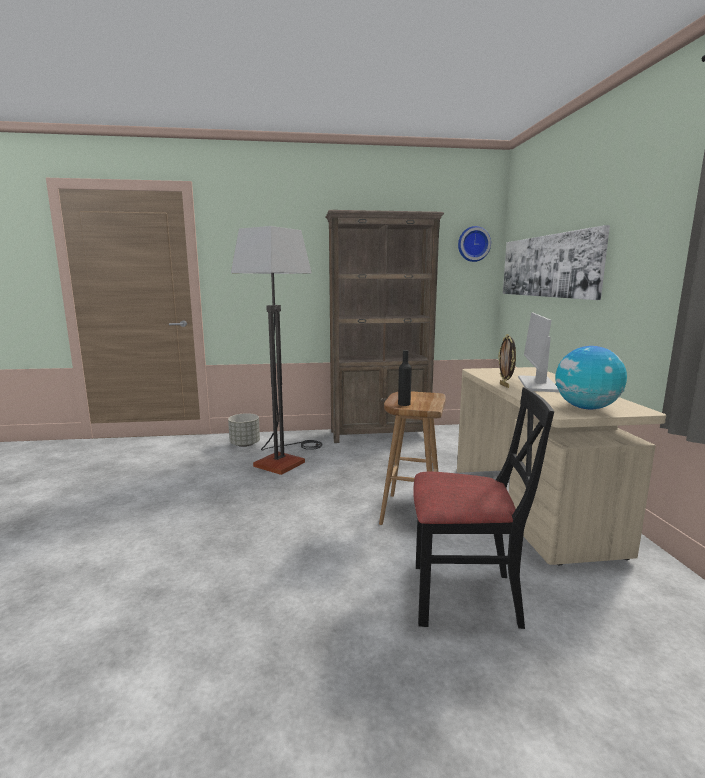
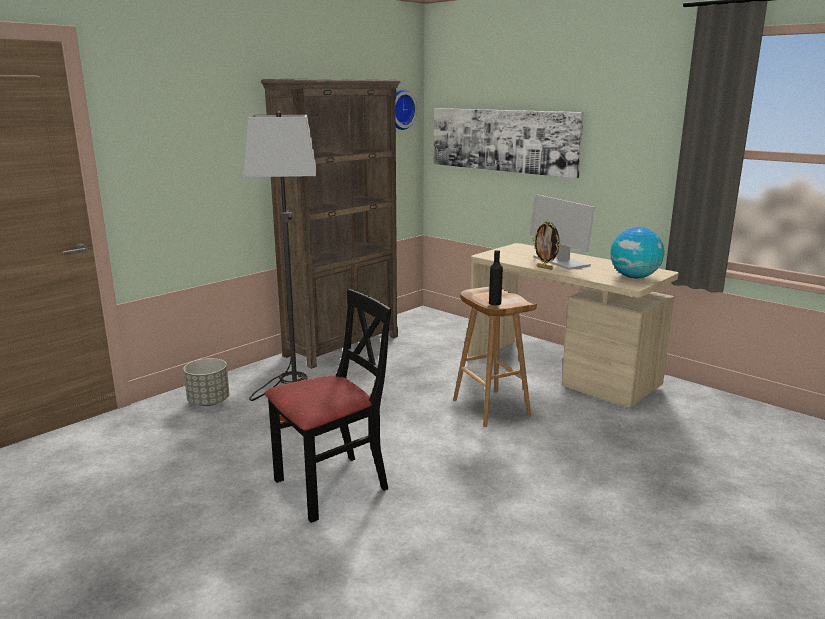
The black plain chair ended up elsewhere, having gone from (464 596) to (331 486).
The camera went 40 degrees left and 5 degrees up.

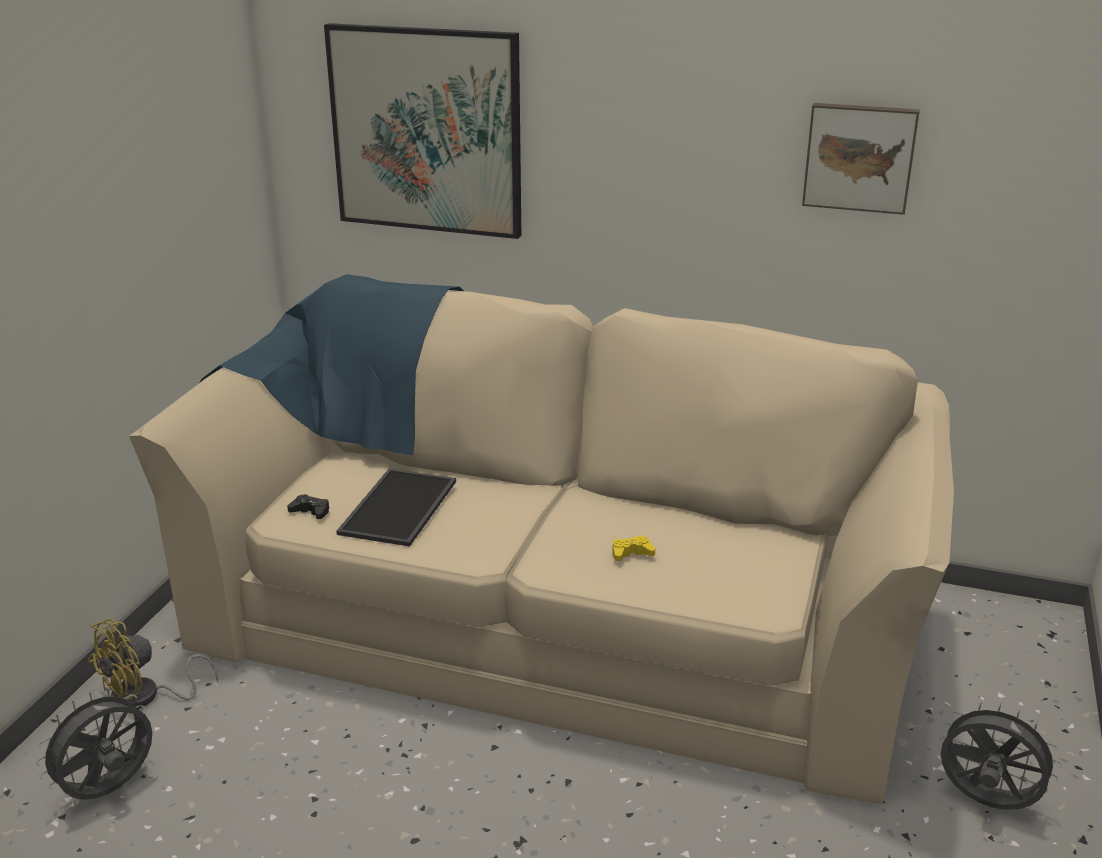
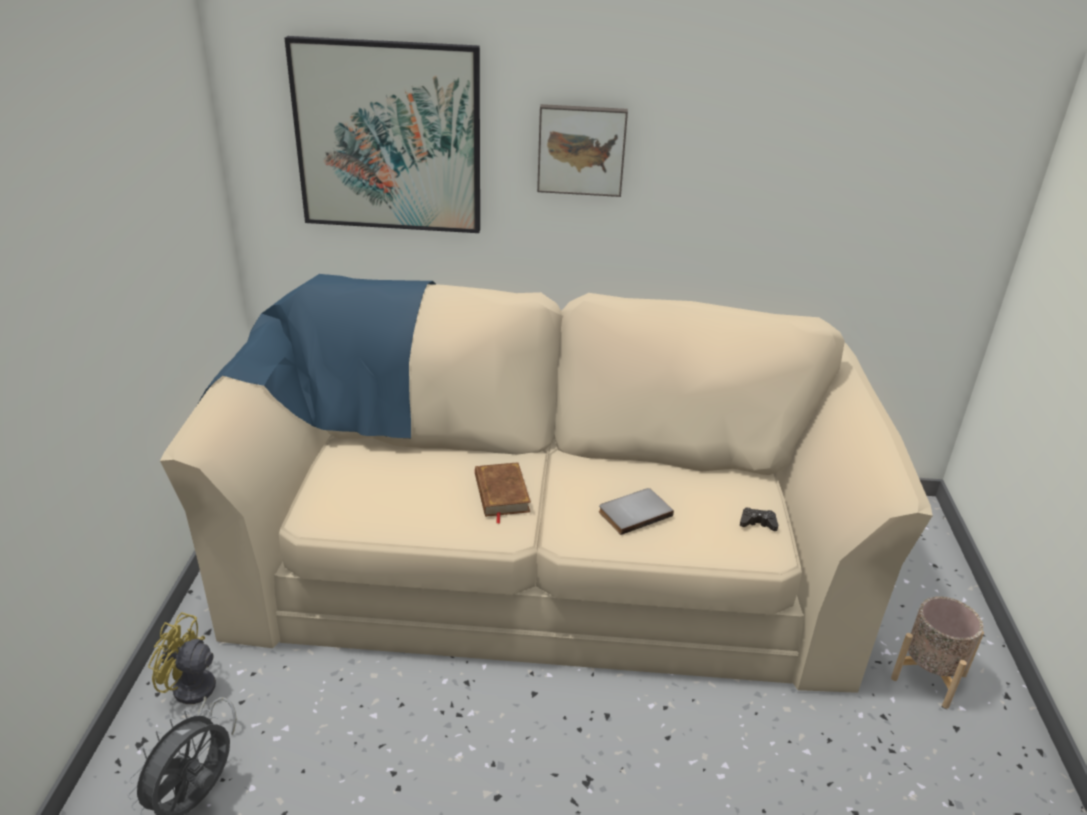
The second view lost the serving tray at (400 508).
The second view gained the brown volume at (501 494).
The black gamepad ended up elsewhere, having gone from (310 511) to (757 523).
The wall art ended up elsewhere, having gone from (859 157) to (581 149).
Where the yellow gamepad stood at (631 553), the grey volume came to stand at (633 512).
Where the grey cooling fan stood at (985 803), the sand-coloured flower pot came to stand at (929 677).
The yellow cooling fan at (145 697) ended up facing another way, 75 degrees clockwise from before.
The camera went 15 degrees left and 5 degrees up.

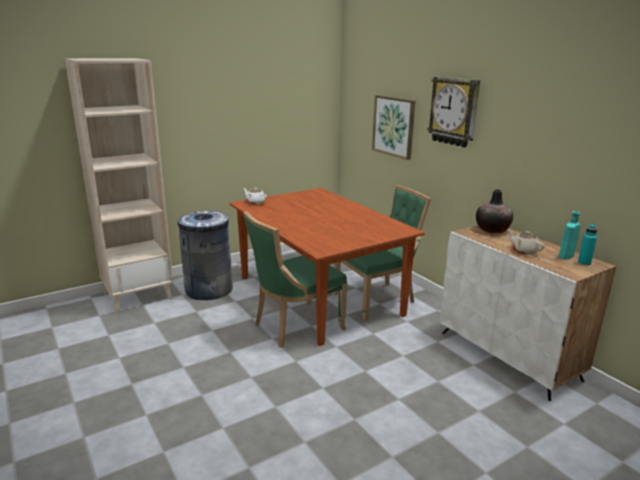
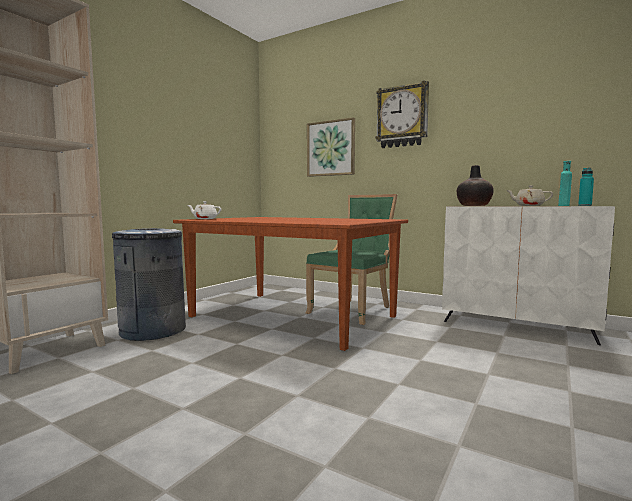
The second view lost the green-coloured plain chair at (294 326).
The camera went 25 degrees left and 15 degrees down.

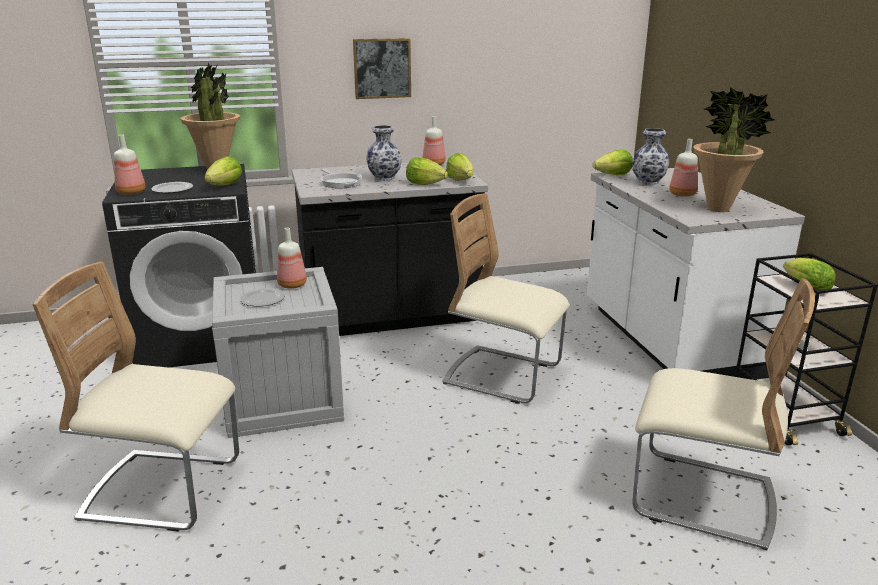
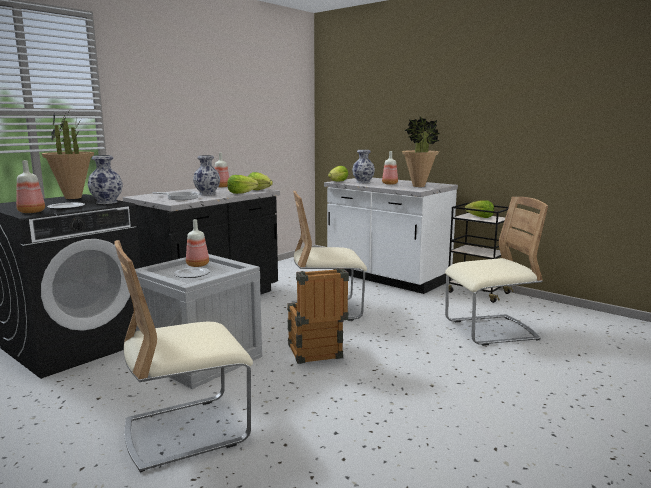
The second view lost the wall art at (382 68).
The second view gained the crate at (316 355).
Where the lettuce stood at (225 186), the vase came to stand at (107 202).
The camera went 35 degrees left and 10 degrees down.

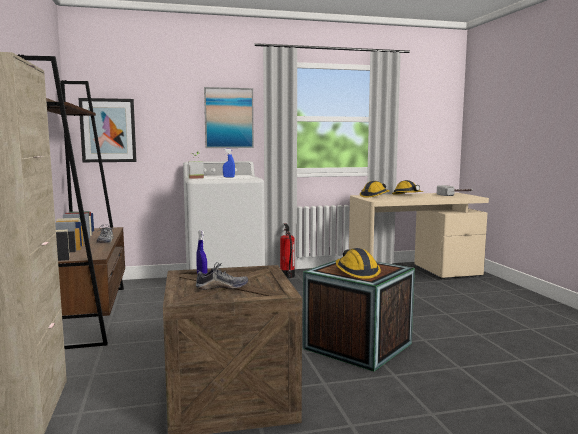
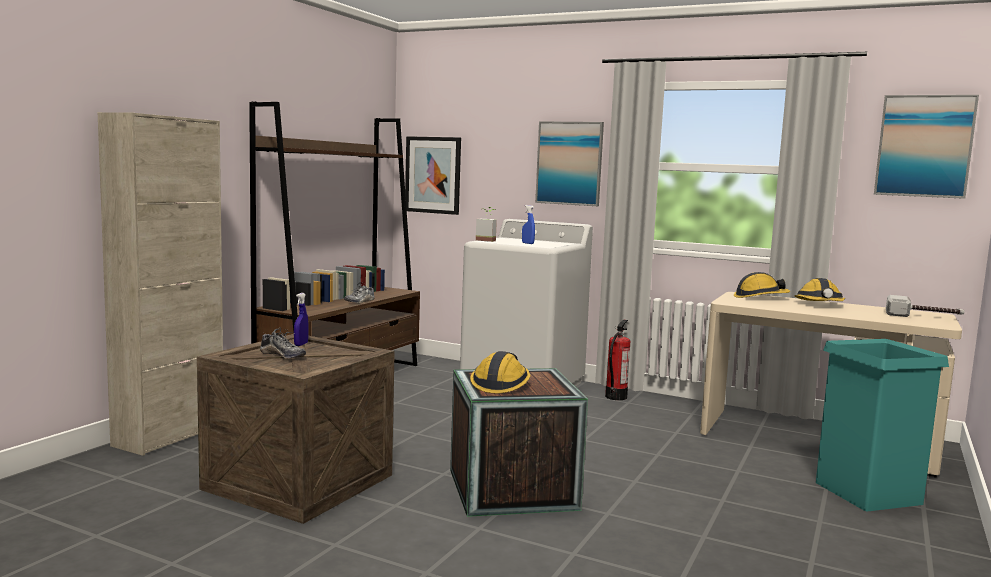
The second view gained the turquoise-coloured waste bin at (868 493).
The second view gained the wall art at (924 146).
The camera went 40 degrees right and 0 degrees up.

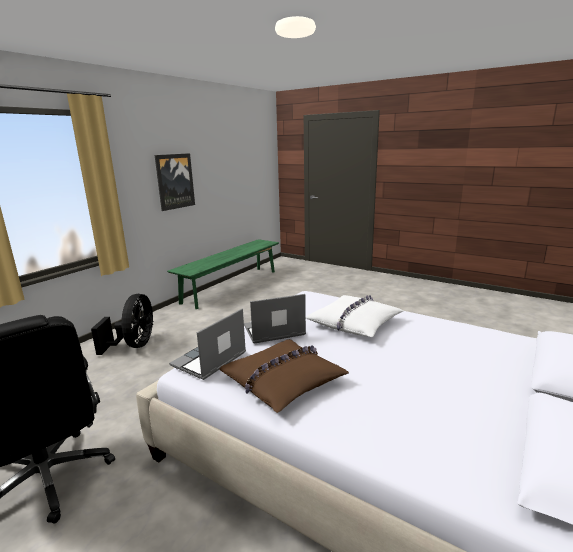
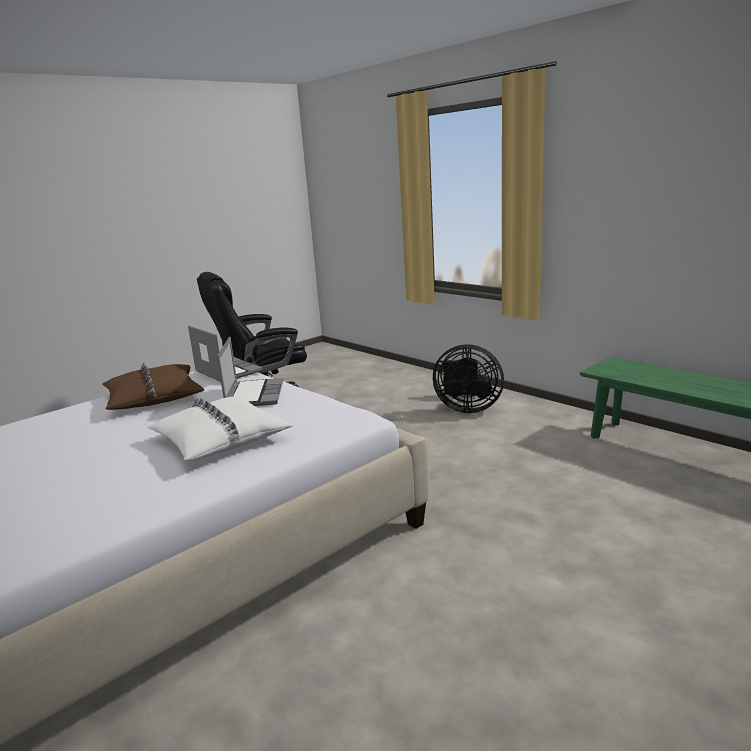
The second view lost the wall art at (175 181).
The camera went 105 degrees right and 0 degrees up.

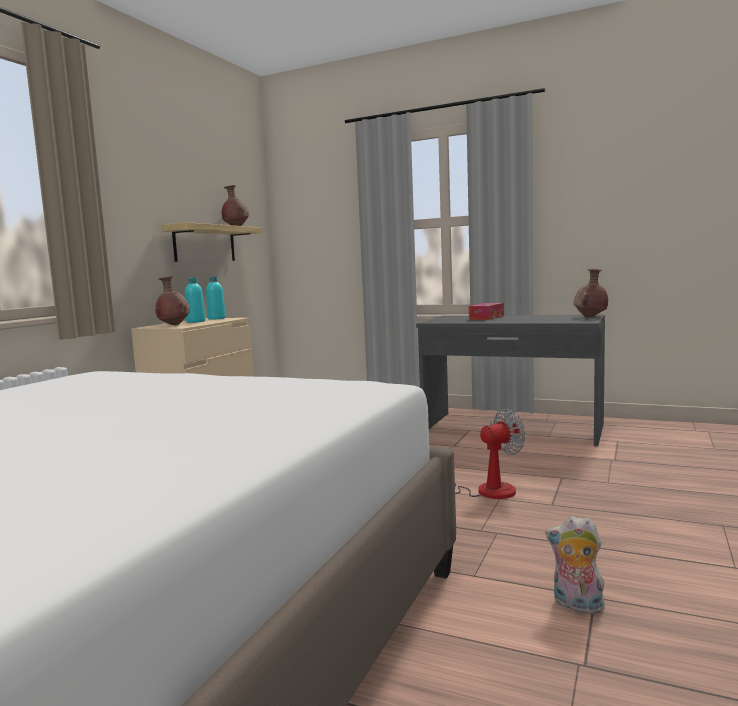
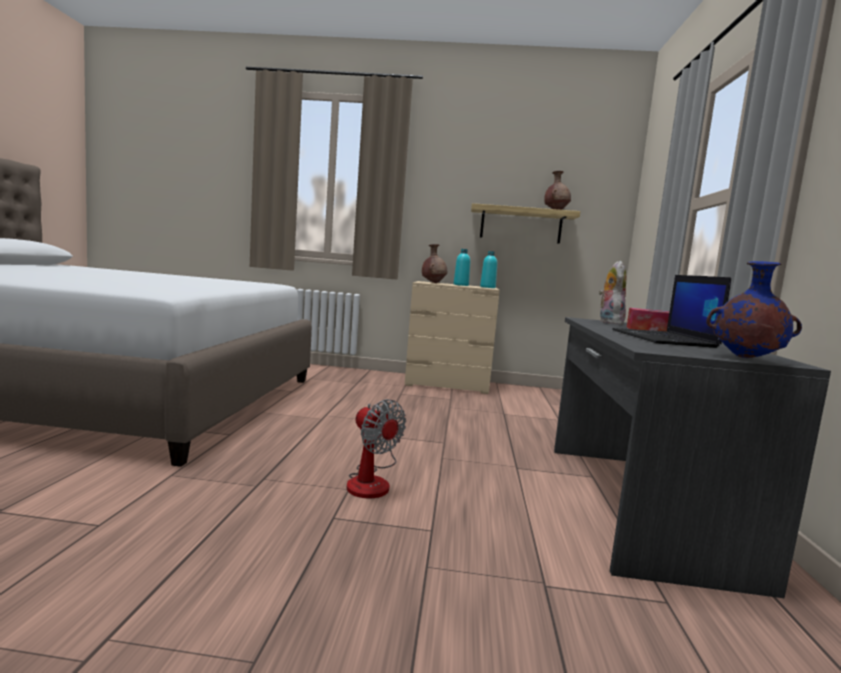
The second view gained the notebook computer at (664 339).
The soft toy ended up elsewhere, having gone from (576 605) to (608 322).
What was the brown vase at (590 317) turned into the bluish vase at (745 358).
The camera went 70 degrees right and 0 degrees up.

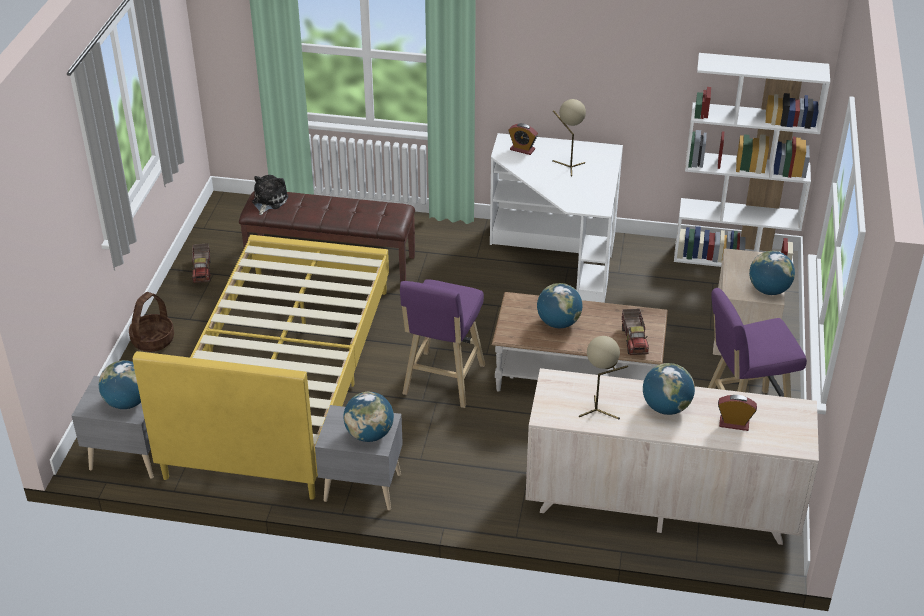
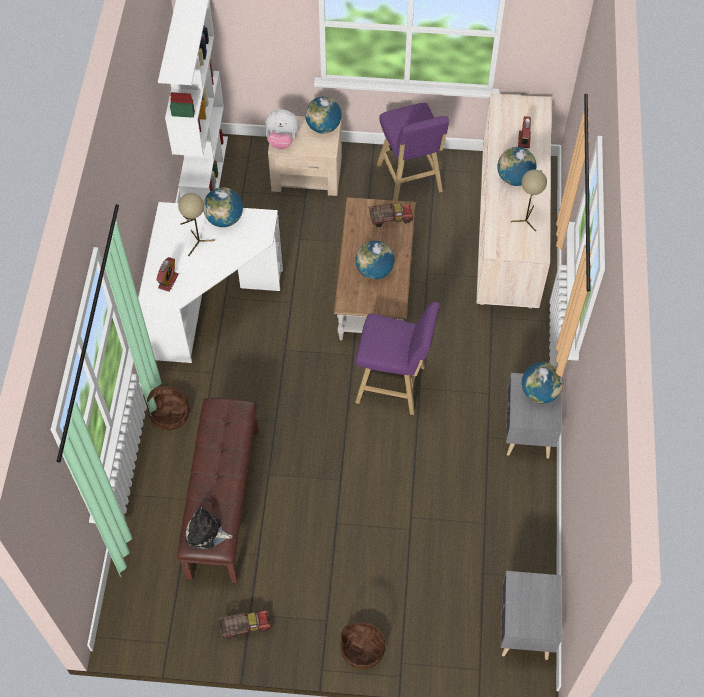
The second view lost the yellow sleeping bed at (282 378).
The second view gained the storage basket at (170 414).
The second view gained the soft toy at (282 140).
The globe ended up elsewhere, having gone from (127 402) to (224 219).
The camera went 95 degrees left and 20 degrees up.

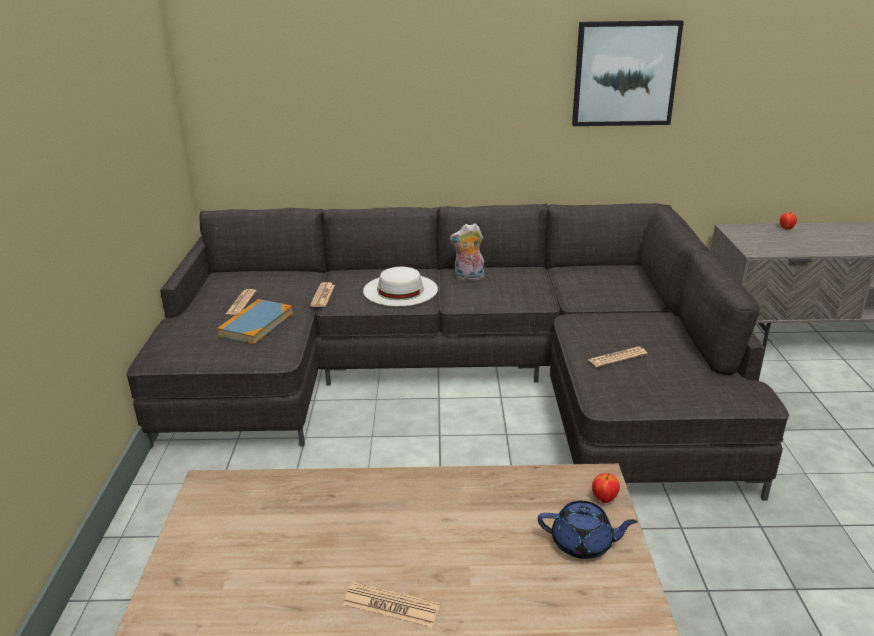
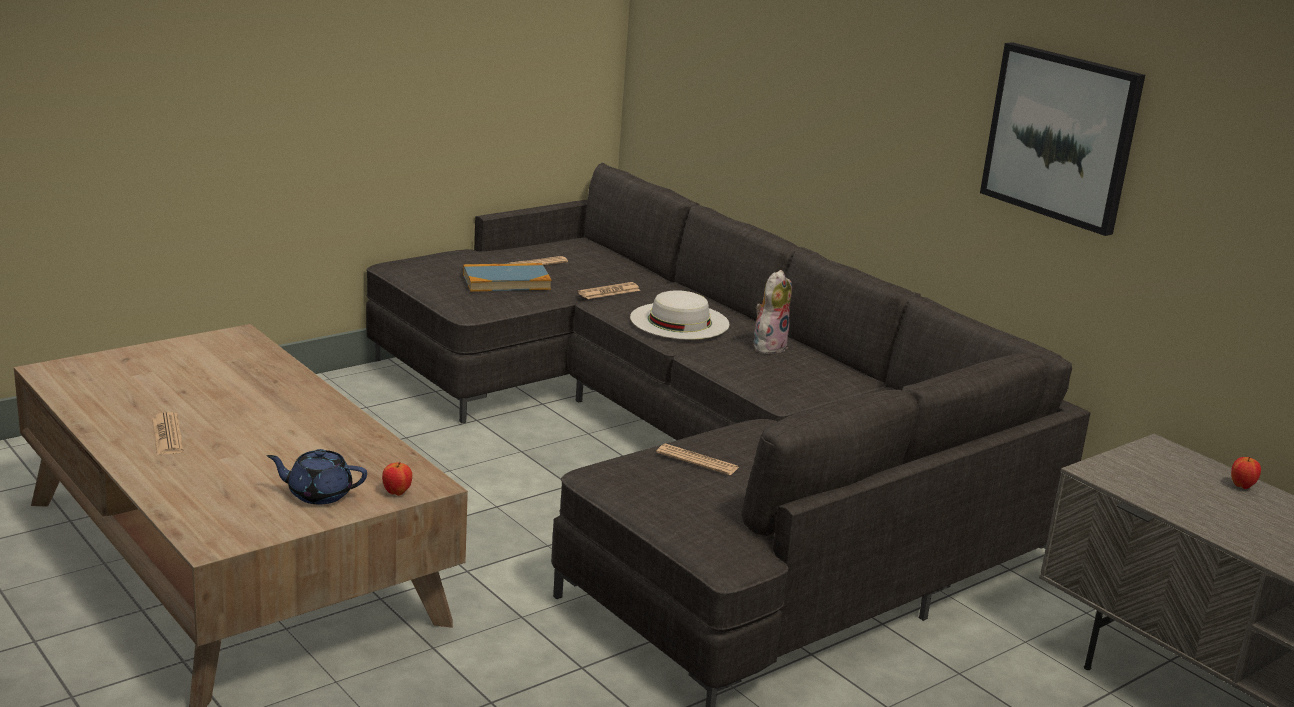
The soft toy at (468 278) ended up facing another way, 75 degrees clockwise from before.
The bluish pot for tea at (583 544) ended up facing another way, 120 degrees clockwise from before.
The camera went 50 degrees right and 5 degrees down.

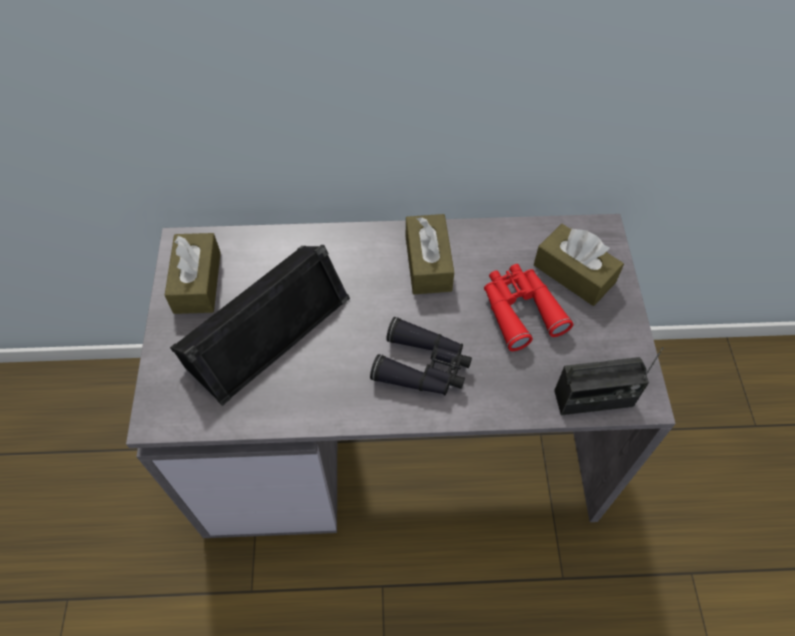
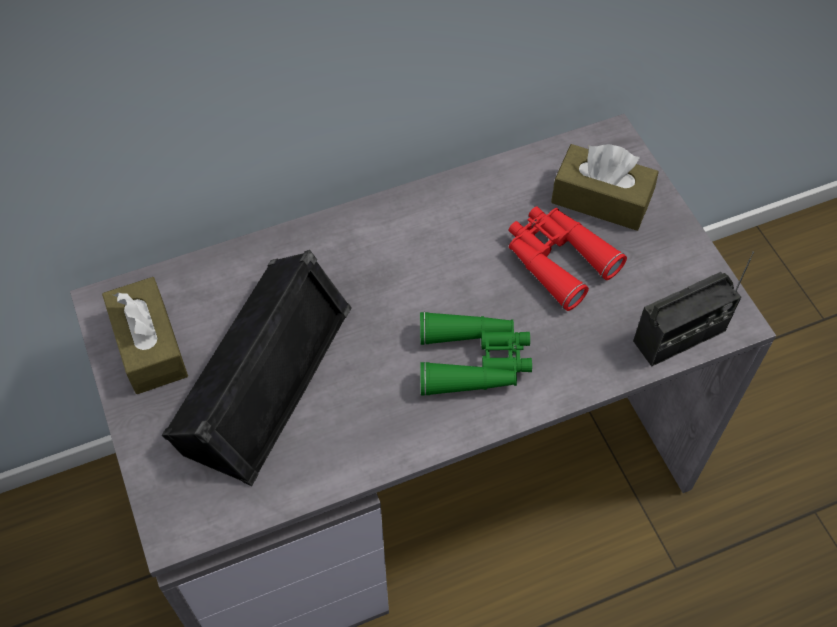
The second view lost the brown tissue box at (428 263).
What was the black binoculars at (423 367) turned into the green-coloured binoculars at (474 361).
The camera went 20 degrees left and 0 degrees up.

